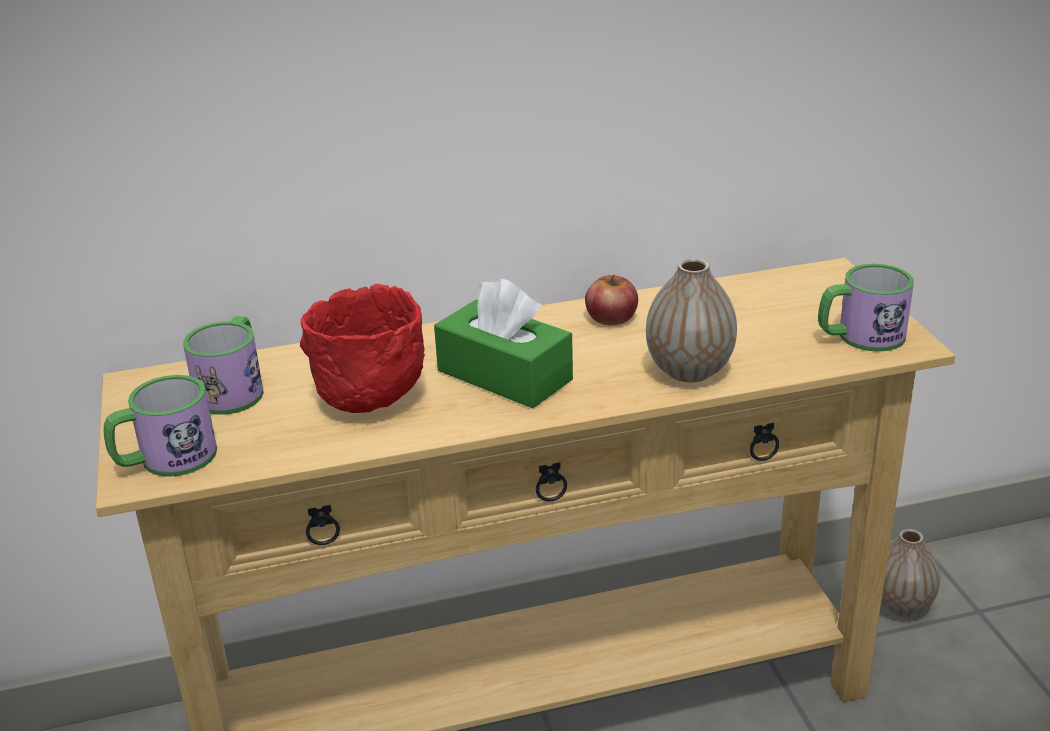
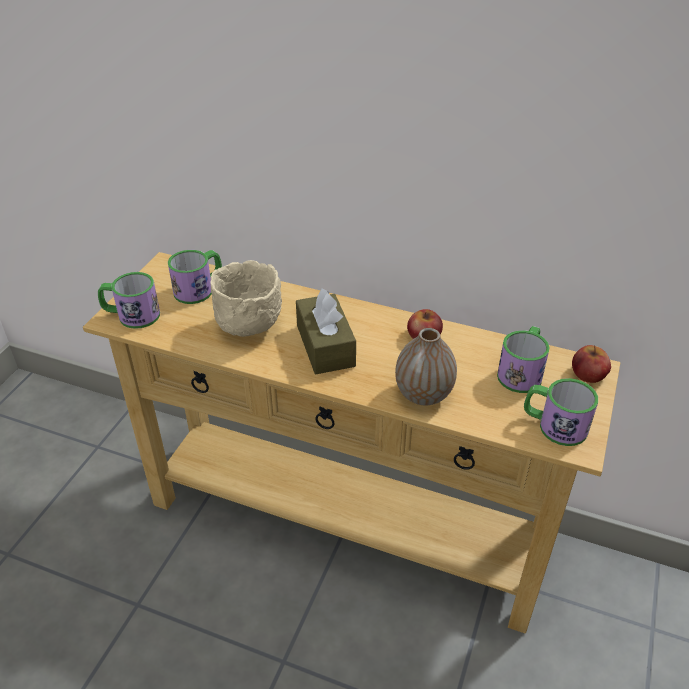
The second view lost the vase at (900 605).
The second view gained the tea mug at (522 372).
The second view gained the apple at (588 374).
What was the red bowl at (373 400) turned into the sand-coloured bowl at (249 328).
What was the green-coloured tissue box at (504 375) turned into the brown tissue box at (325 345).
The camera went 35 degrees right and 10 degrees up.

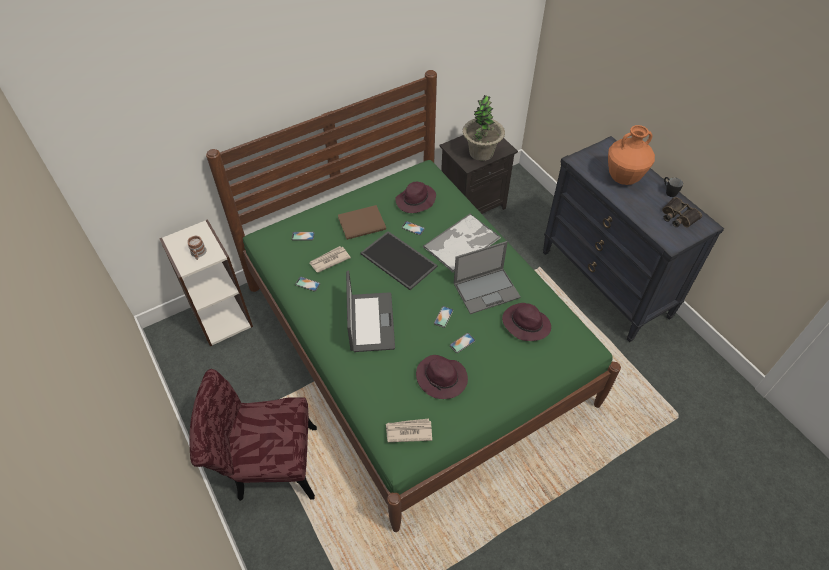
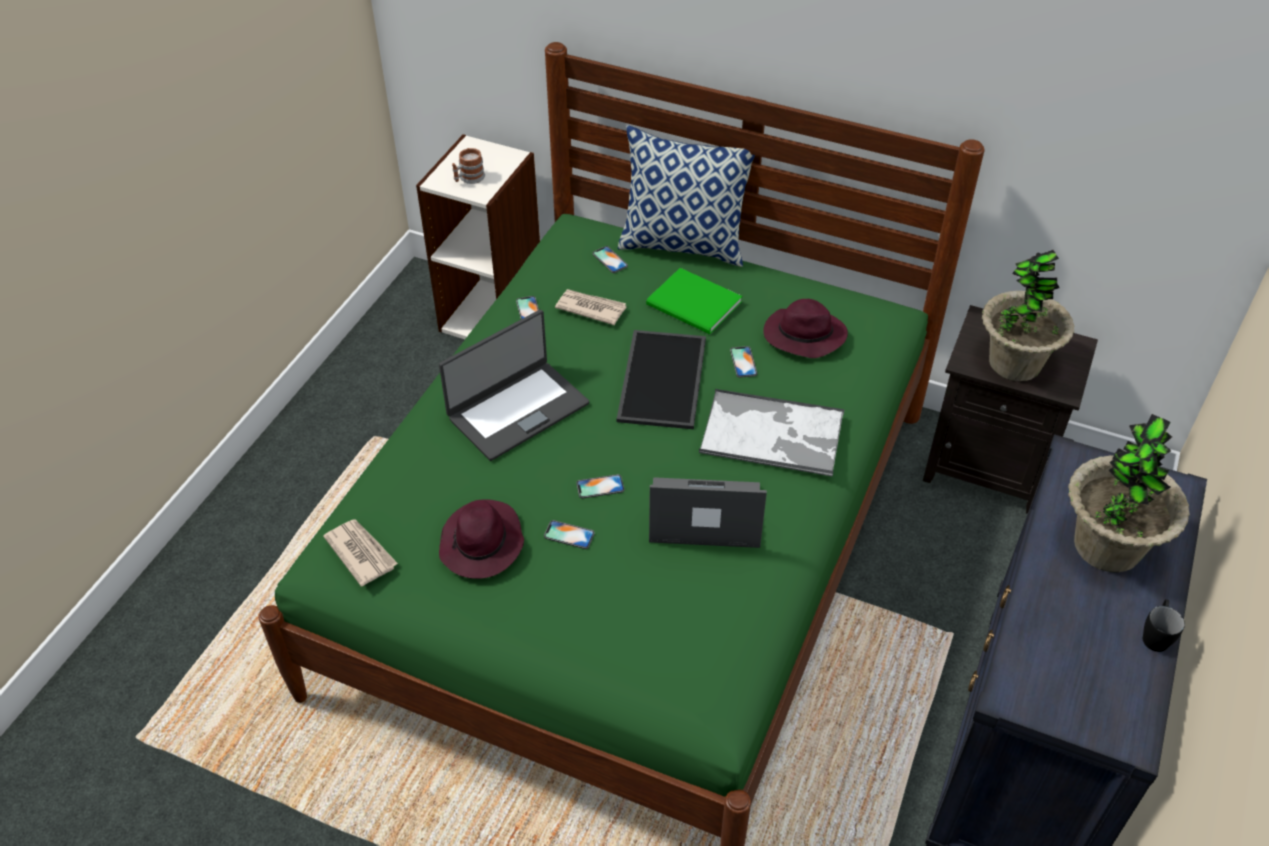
The second view lost the red plain chair at (267 464).
The second view lost the purple clothing hat at (525 324).
The second view lost the binoculars at (678 216).
The second view gained the cushion at (684 245).
Where the orange-coloured vase stood at (623 178), the plant in a pot came to stand at (1107 546).
What was the brown volume at (363 224) turned into the green-coloured volume at (695 305).
The notebook computer at (487 290) ended up facing another way, 150 degrees clockwise from before.
The camera went 55 degrees right and 5 degrees down.

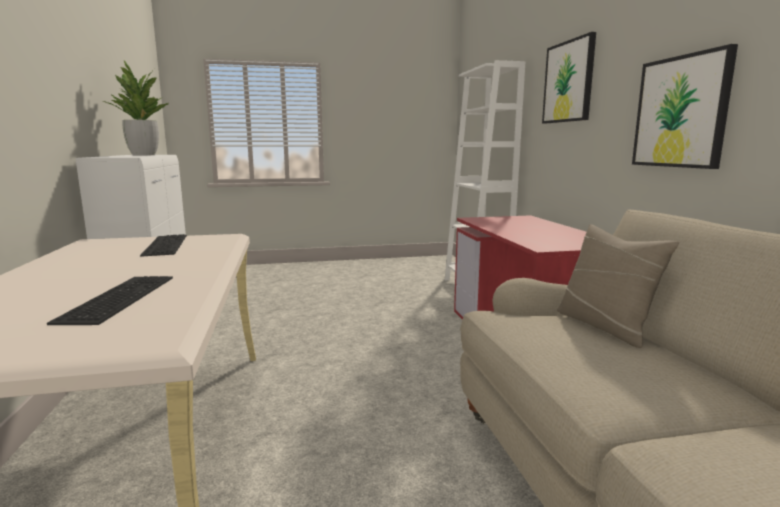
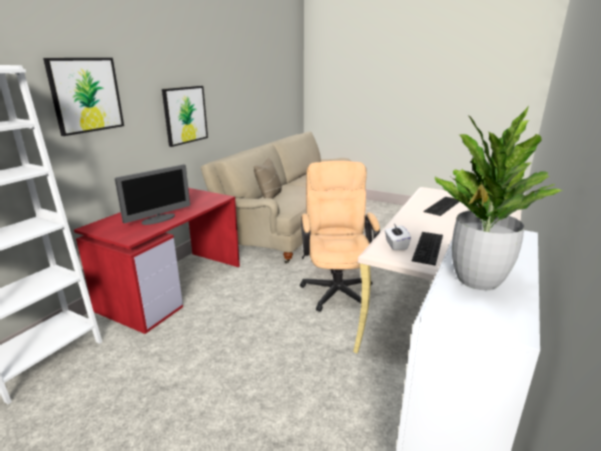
The second view gained the computer display at (159 219).
The second view gained the sand-coloured desk chair at (336 287).
The second view gained the white tissue box at (396 245).
The camera went 140 degrees left and 10 degrees up.

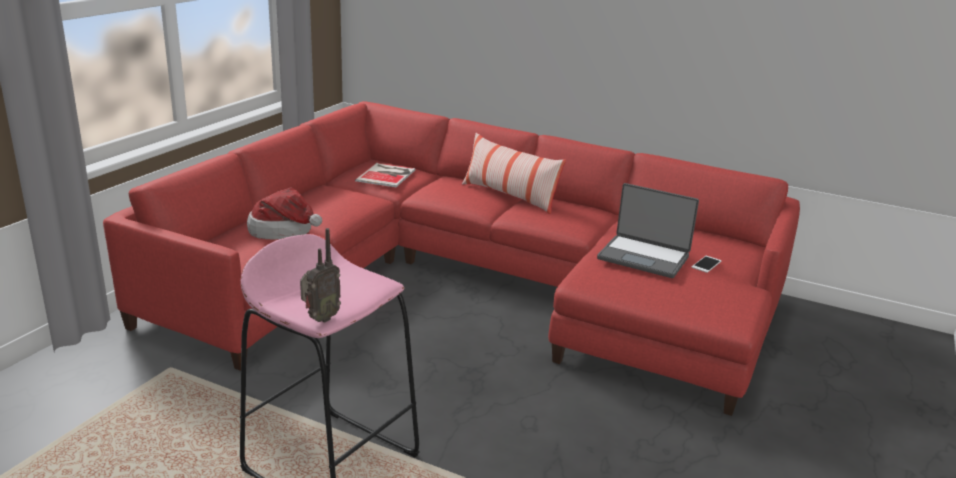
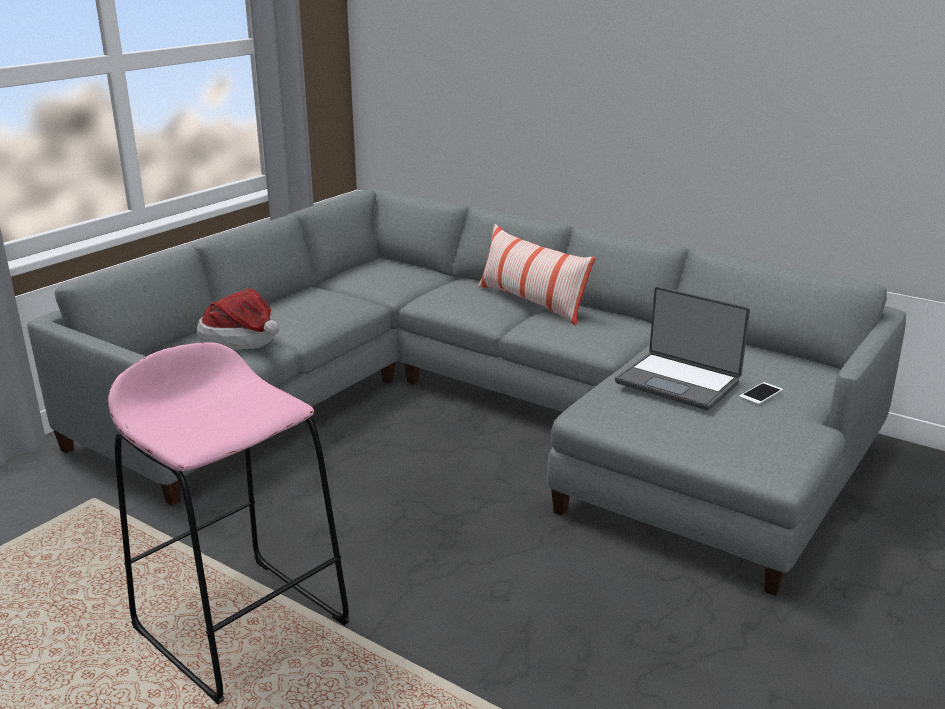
The second view lost the radio set at (320 319).
The second view lost the volume at (387 175).
What was the red couch at (471 284) turned into the grey couch at (479 410).
The camera went 10 degrees right and 0 degrees up.

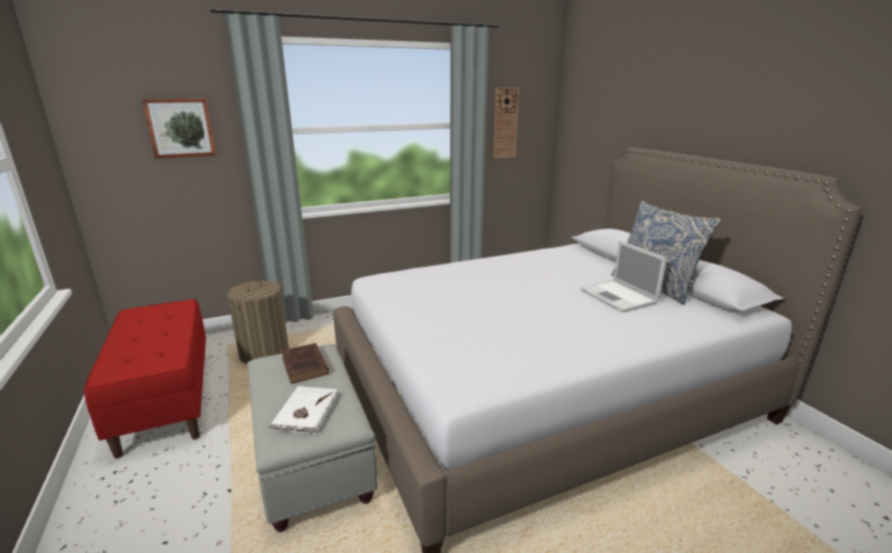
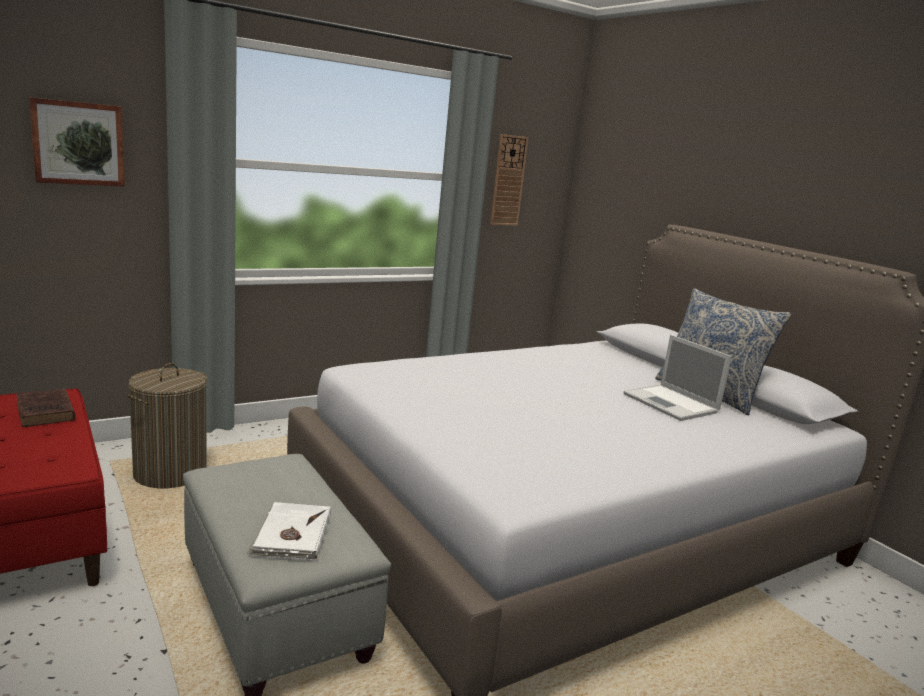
The brown volume ended up elsewhere, having gone from (305 366) to (45 412).
The camera went 10 degrees left and 5 degrees down.

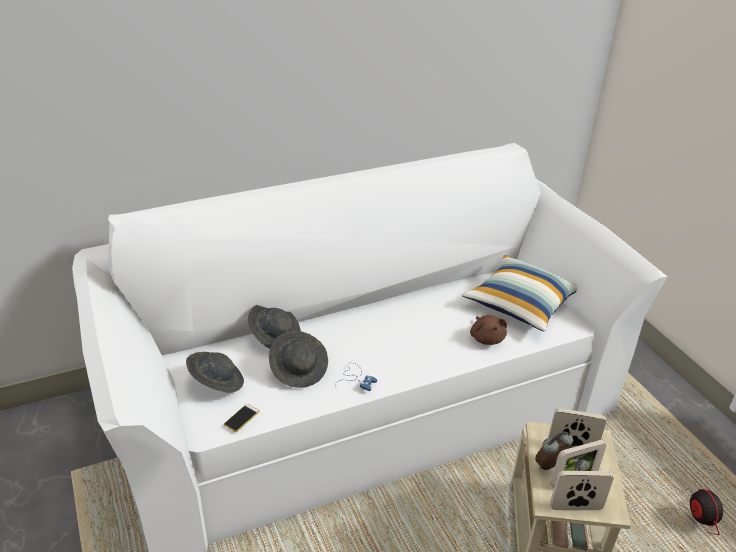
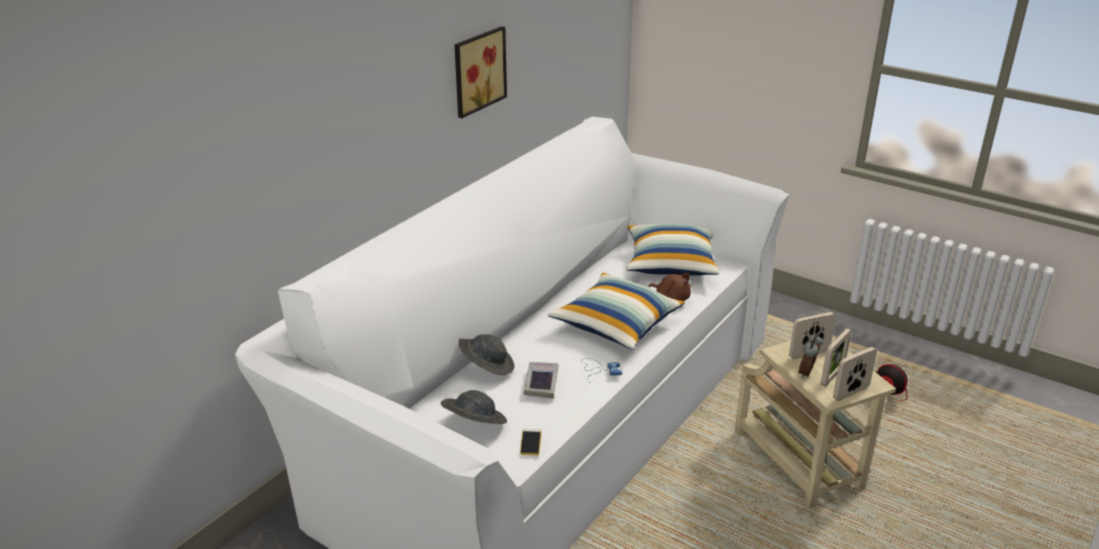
The second view gained the wall art at (477 70).
The second view gained the cushion at (616 324).
Where the grey clothing hat stood at (299 369), the volume came to stand at (541 383).
The camera went 30 degrees left and 5 degrees down.

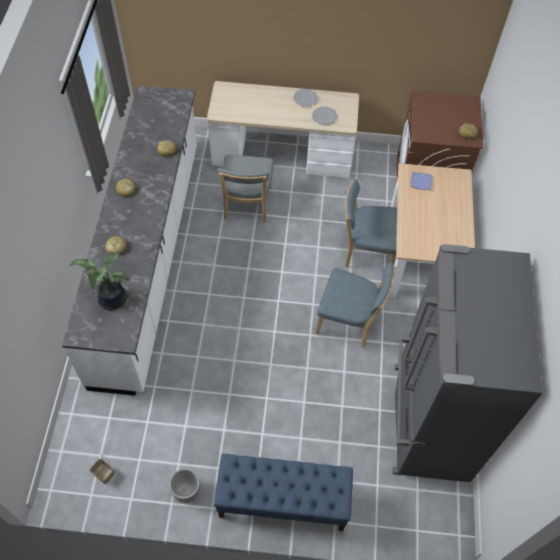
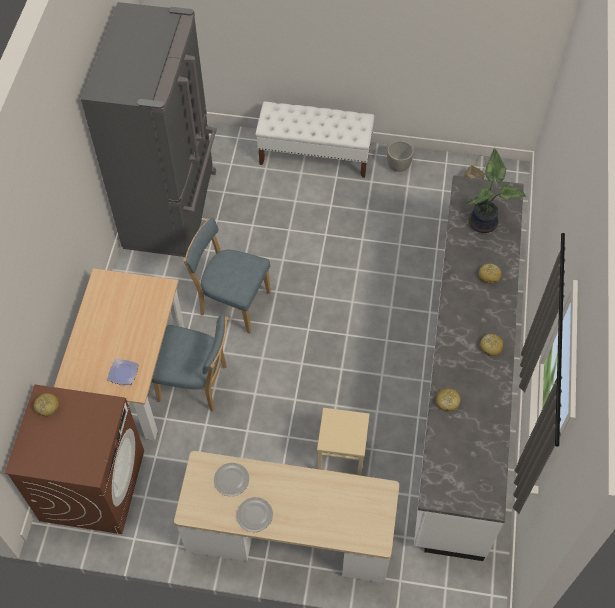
Where the grey plain chair stood at (247 205), the sand-coloured stool came to stand at (341 456).
What was the bluish long seat at (282 502) turned into the white long seat at (315 156).
The camera went 175 degrees left and 0 degrees up.

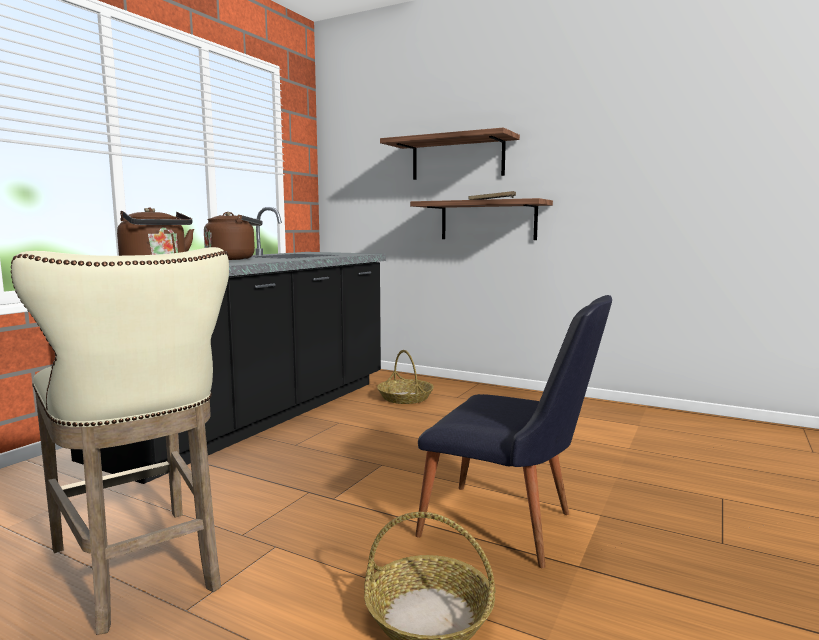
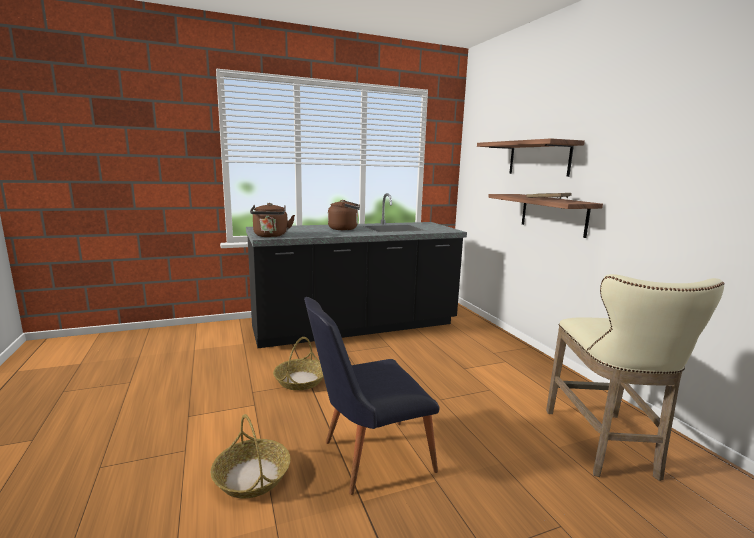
The sand-coloured stool ended up elsewhere, having gone from (140 571) to (604 446).
The storage basket ended up elsewhere, having gone from (405 398) to (300 380).
The black plain chair at (511 528) ended up facing another way, 90 degrees clockwise from before.
The camera went 40 degrees right and 5 degrees up.

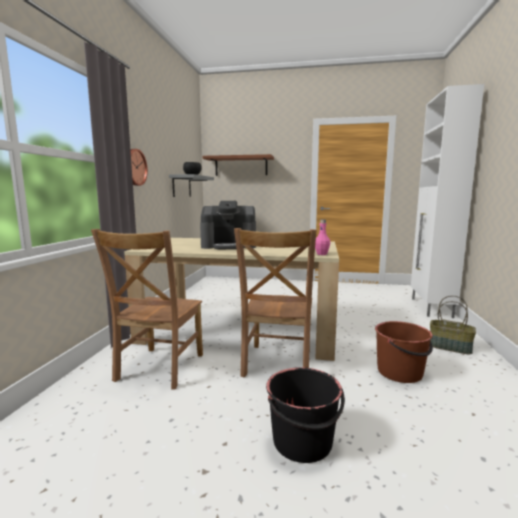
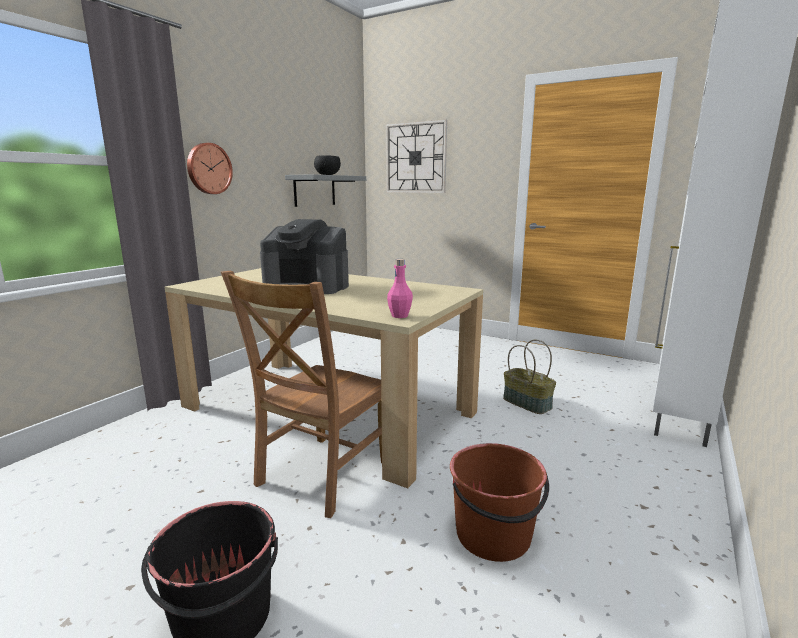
The second view lost the brown plain chair at (158 369).
The storage basket ended up elsewhere, having gone from (450 347) to (528 403).
Where the brown wall shelf hung at (241 166), the hanging clock came to hang at (415 158).
The camera went 20 degrees right and 5 degrees up.

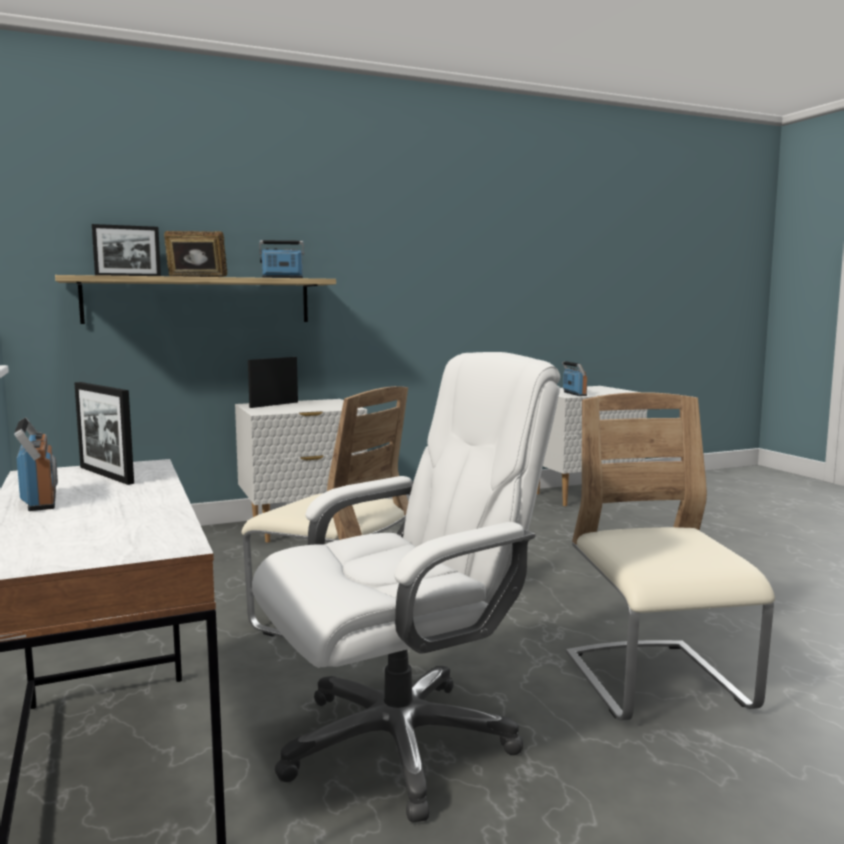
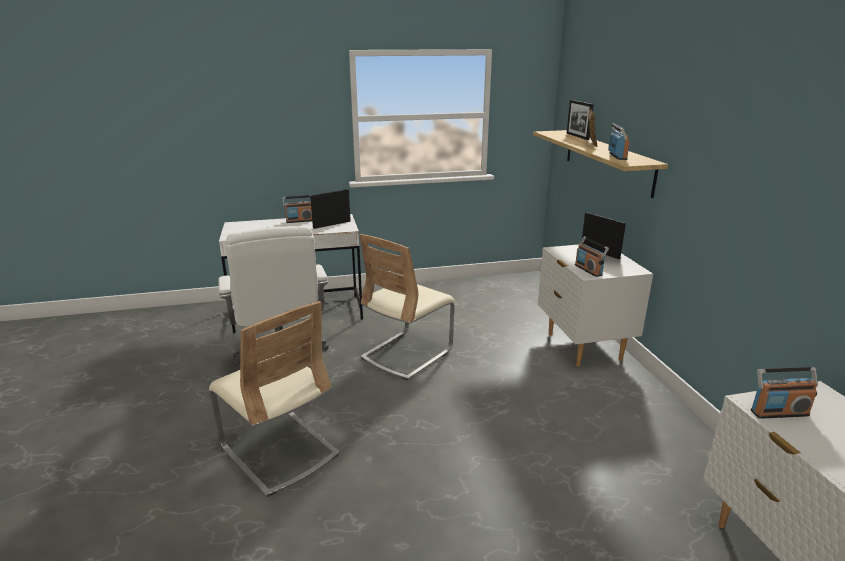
The second view gained the radio set at (588 270).
The sand-coloured plain chair at (656 684) ended up facing another way, 45 degrees clockwise from before.
The camera went 100 degrees right and 15 degrees up.

